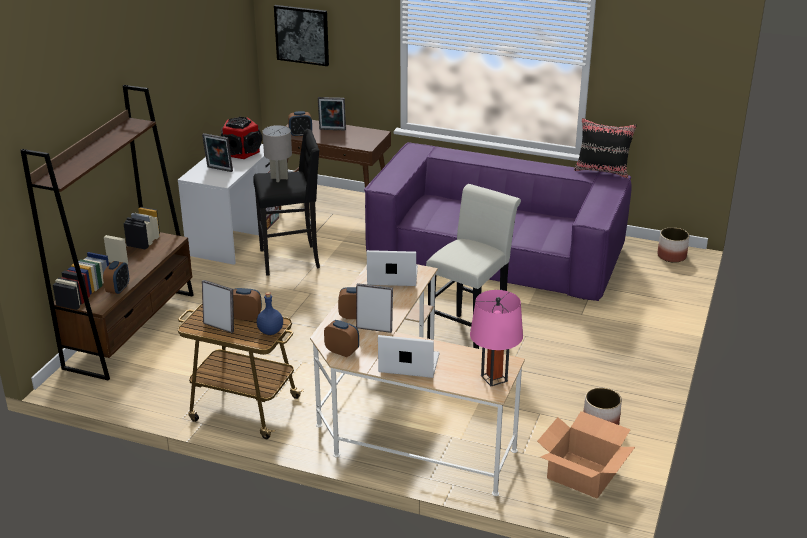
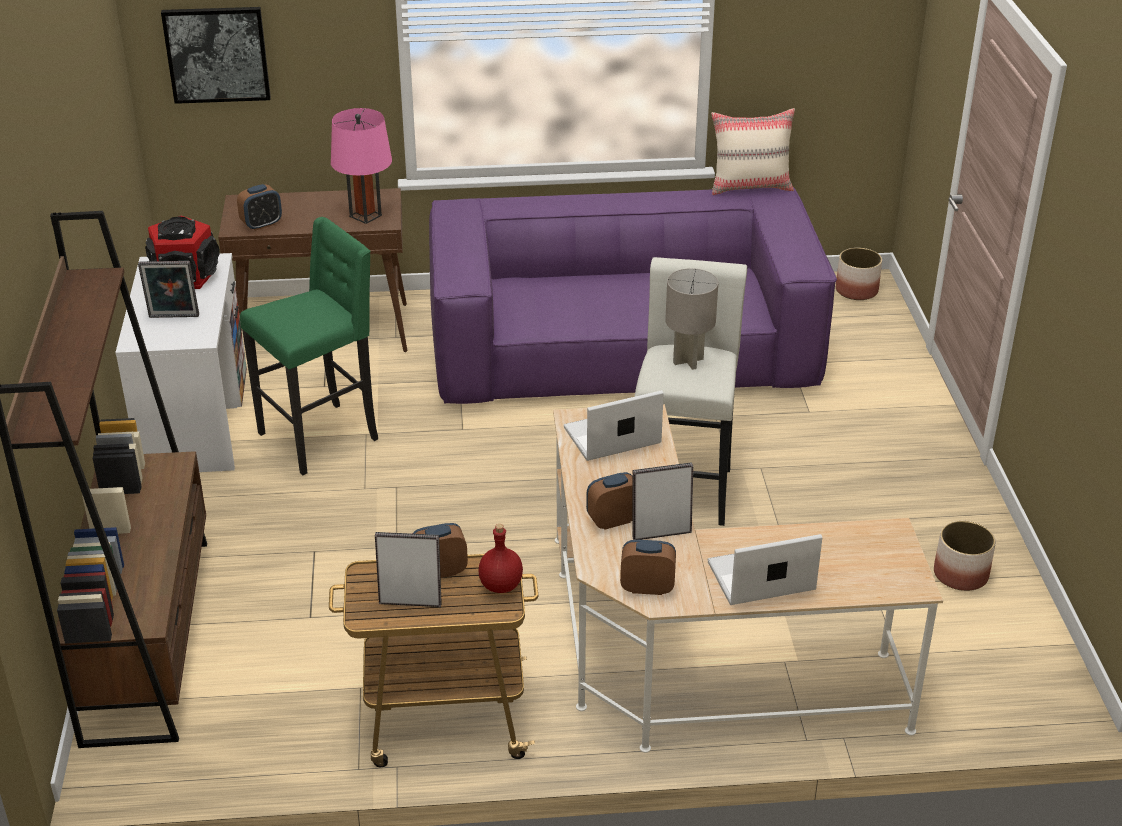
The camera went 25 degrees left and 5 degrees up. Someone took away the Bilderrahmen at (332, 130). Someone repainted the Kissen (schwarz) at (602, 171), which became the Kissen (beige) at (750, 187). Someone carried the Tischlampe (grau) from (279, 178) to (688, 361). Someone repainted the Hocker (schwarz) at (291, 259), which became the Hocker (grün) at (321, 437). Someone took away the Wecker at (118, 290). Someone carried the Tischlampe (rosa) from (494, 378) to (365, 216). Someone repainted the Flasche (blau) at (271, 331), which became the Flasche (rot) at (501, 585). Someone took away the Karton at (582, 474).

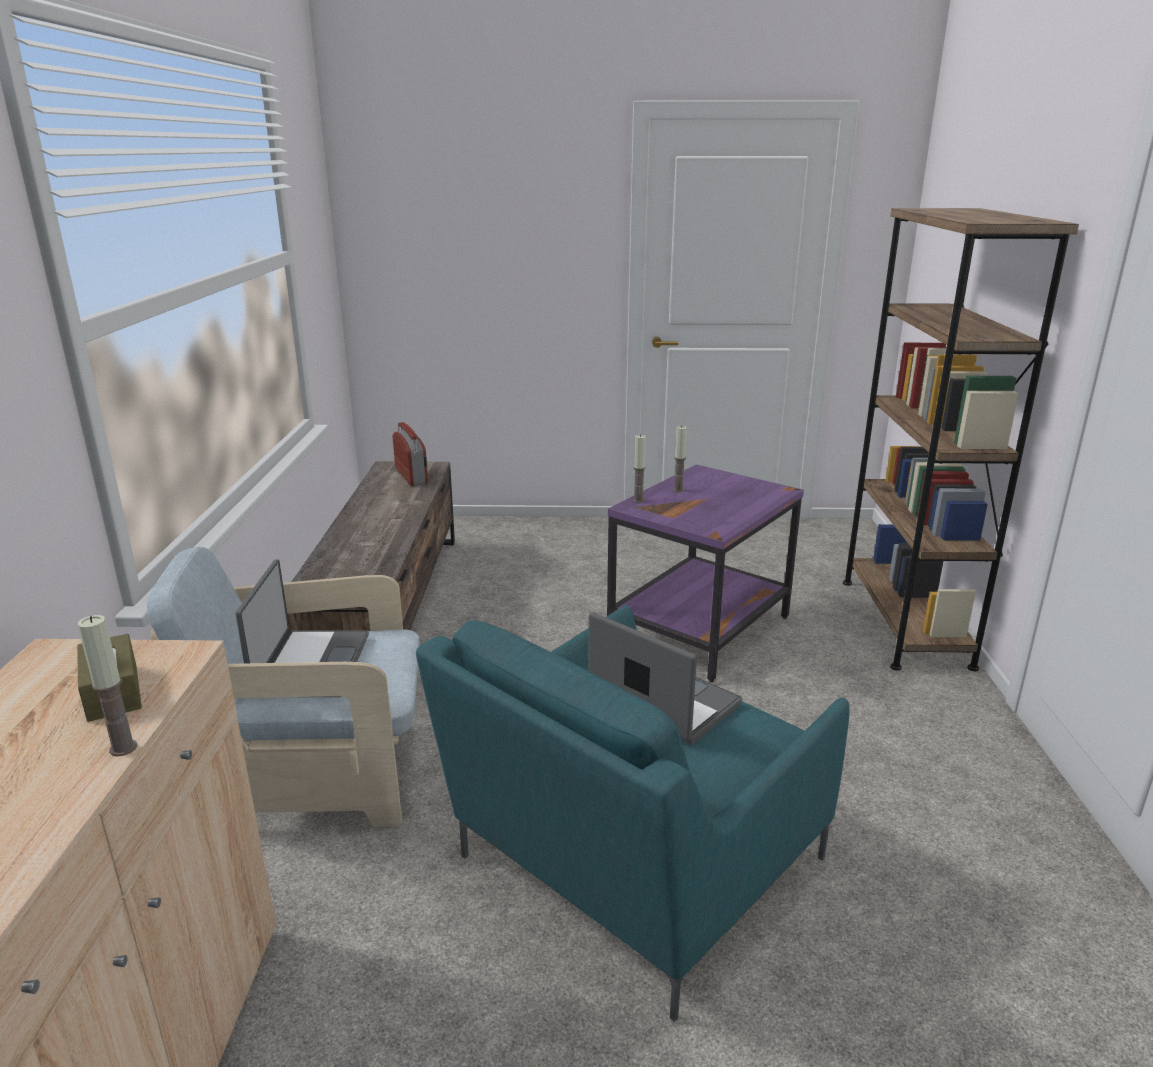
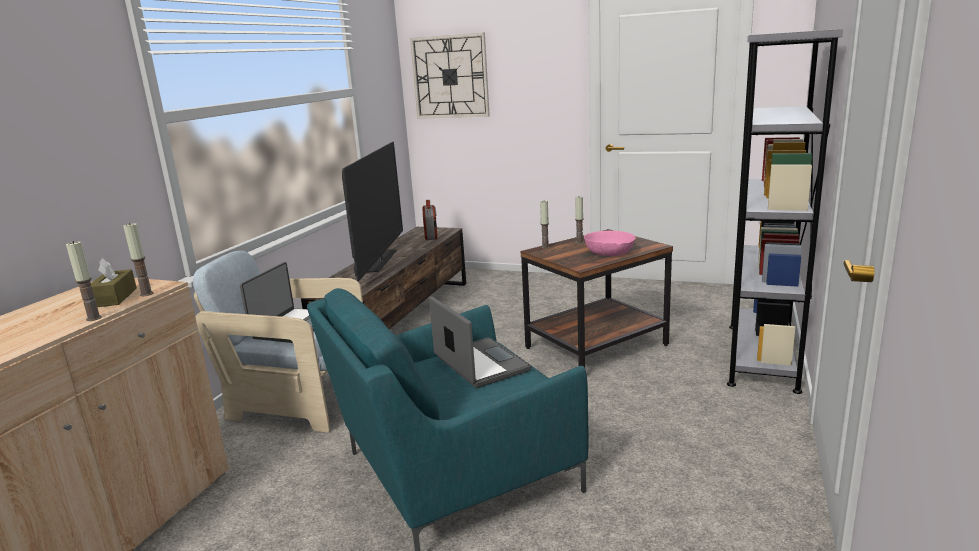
The camera went 20 degrees right and 5 degrees down. Someone repainted the Bücherregal (braun) at (904, 622), which became the Bücherregal (grau) at (761, 356). Someone repainted the Beistelltisch (lila) at (698, 629), which became the Beistelltisch (braun) at (595, 346). Someone put up the Wanduhr at (450, 77). Someone put down the Fernseher at (381, 261). Someone put down the Kerze at (146, 294). Someone put down the Schüssel (rosa) at (609, 252).

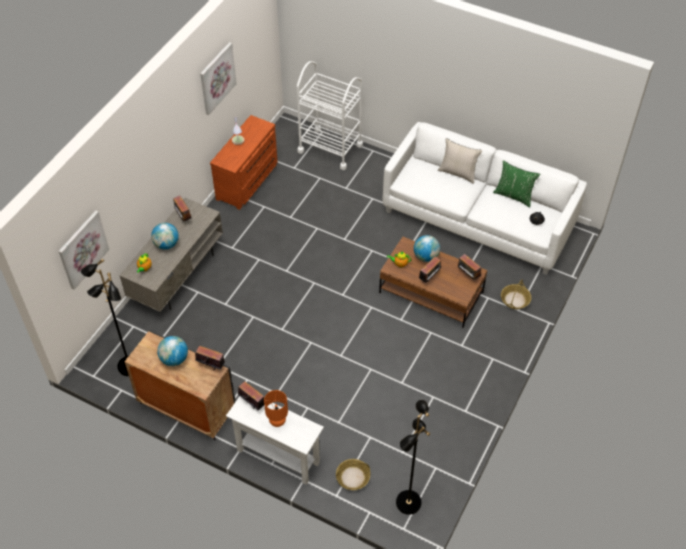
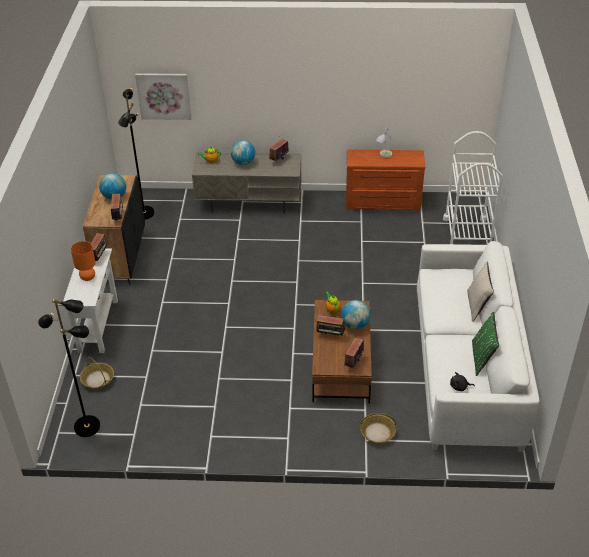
The camera went 65 degrees right and 10 degrees down. Someone took away the Bild at (217, 78).

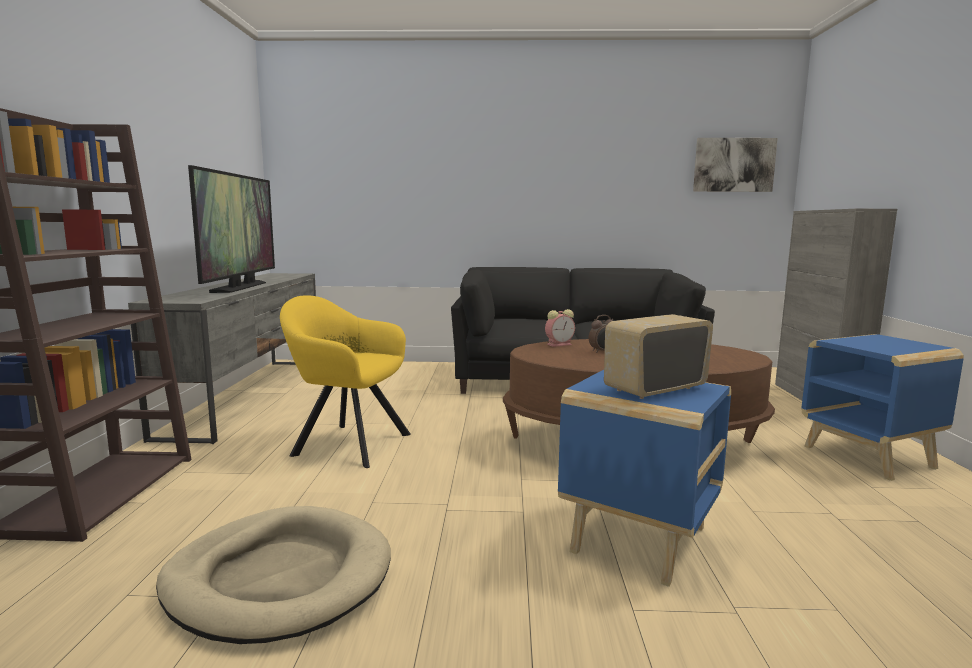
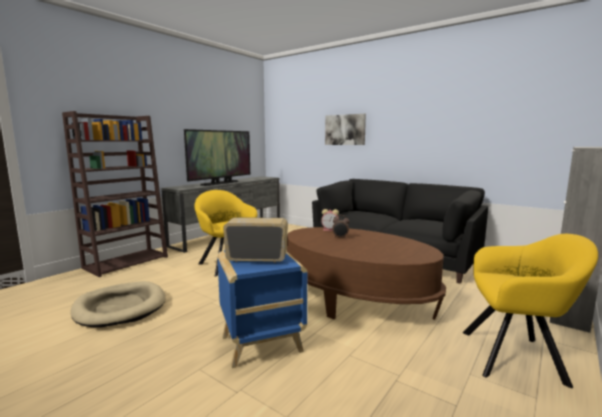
The camera went 35 degrees right and 0 degrees up. Someone carried the Bild from (733, 165) to (345, 129). Someone swapped the Beistelltisch (blau) at (870, 457) for the Sessel (gelb) at (518, 357).

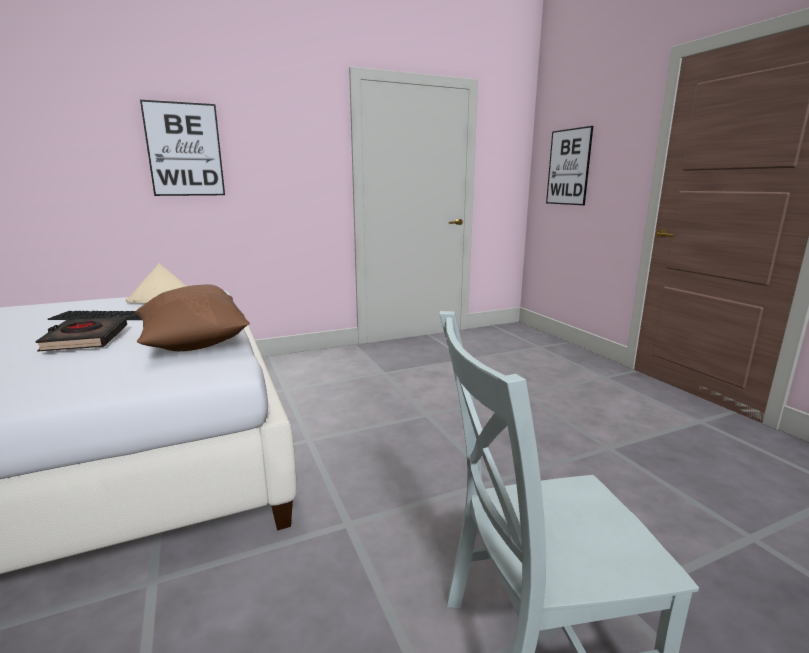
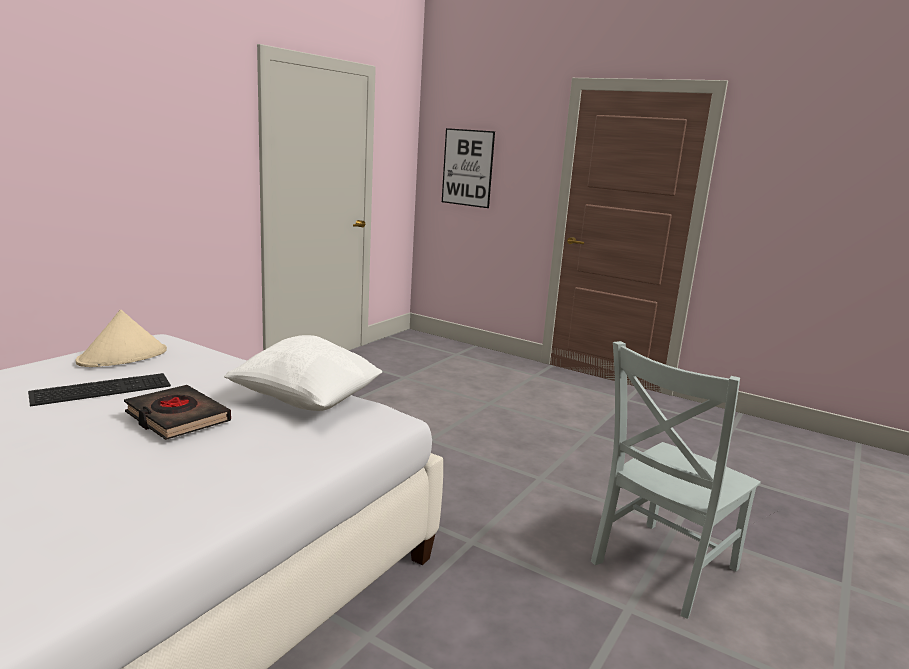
The camera went 35 degrees left and 0 degrees up. Someone took away the Bild at (184, 150). Someone repainted the Kissen (braun) at (194, 344), which became the Kissen (weiß) at (306, 401).

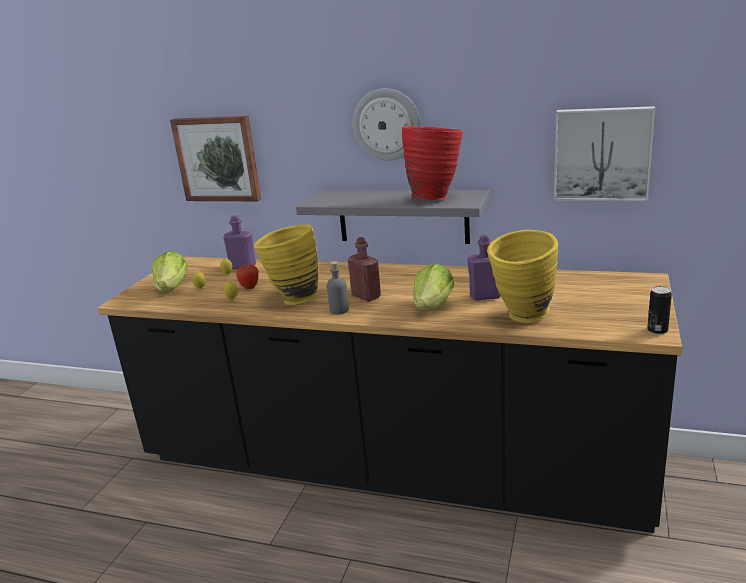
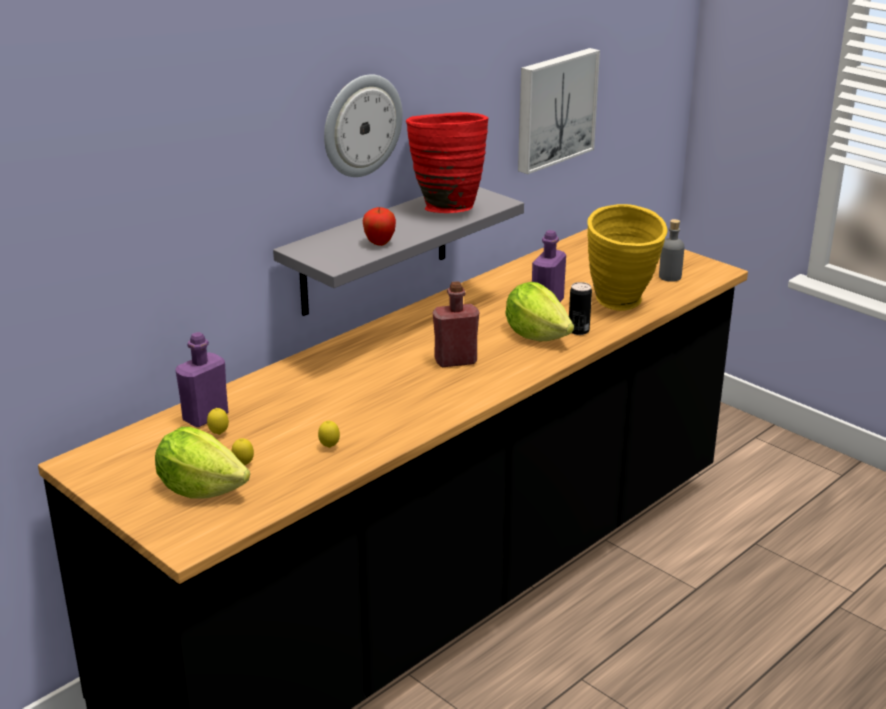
The camera went 65 degrees left and 5 degrees up. Someone took away the Bild at (218, 159). Someone took away the Vase (gelb) at (292, 299). Someone carried the Flasche (grau) from (339, 310) to (670, 277). Someone carried the Apfel from (250, 287) to (379, 243). Someone carried the Dose from (657, 330) to (578, 330).

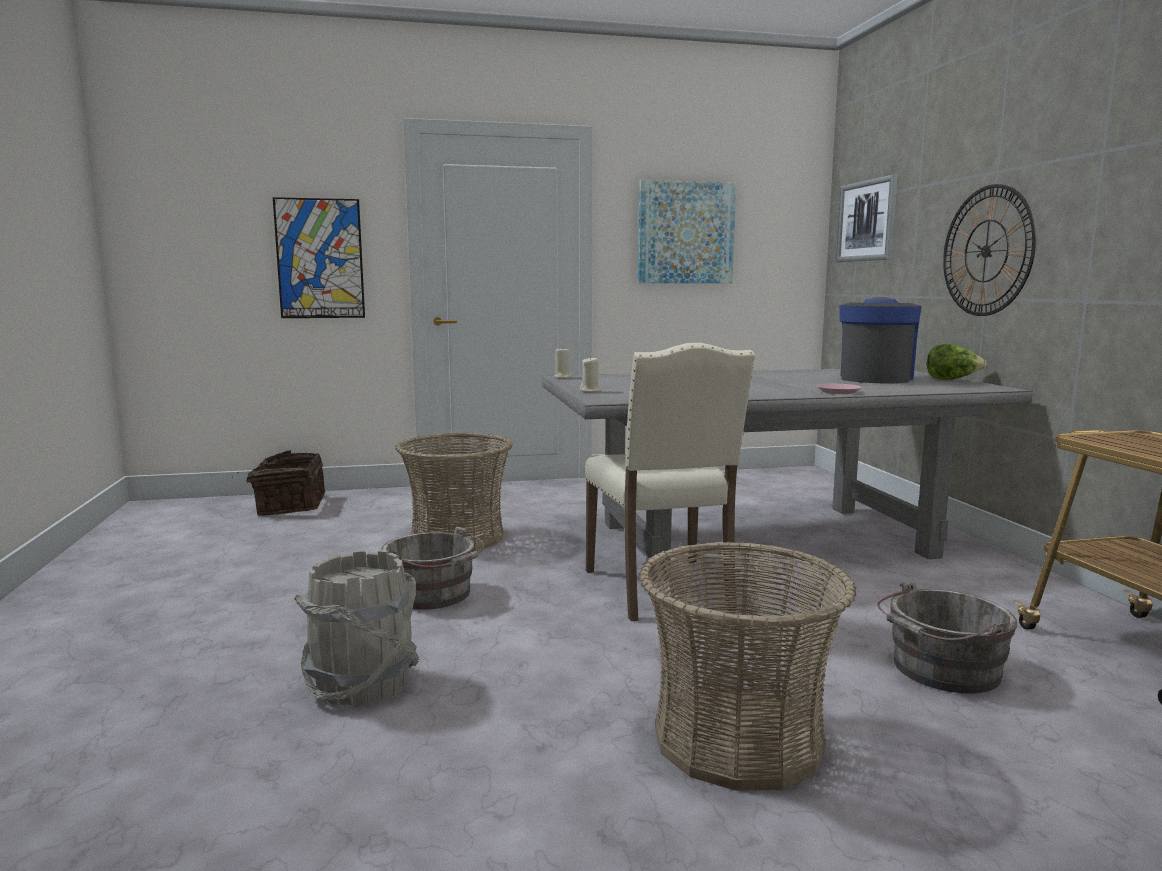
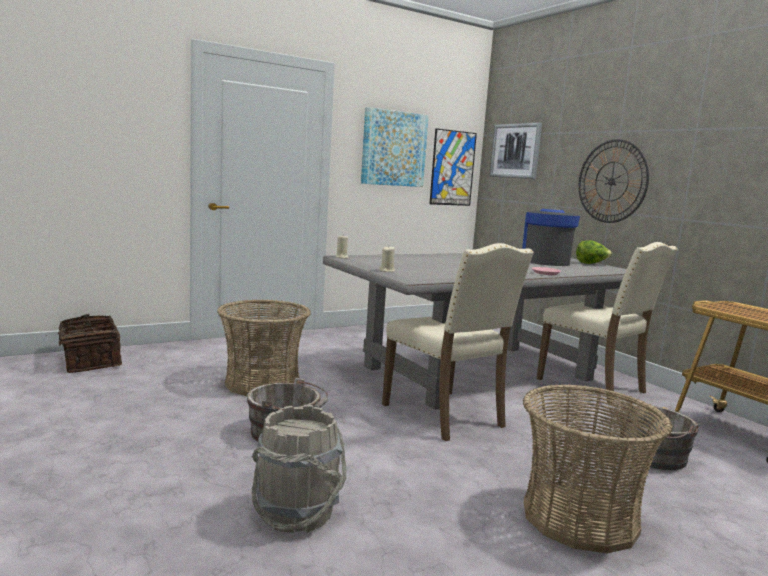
The camera went 20 degrees left and 0 degrees up. Someone carried the Bild from (320, 259) to (452, 168). Someone put down the Stuhl (beige) at (594, 386).

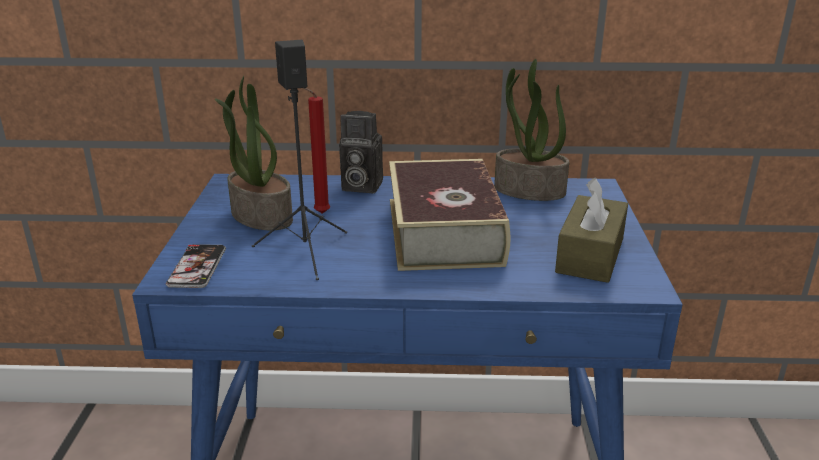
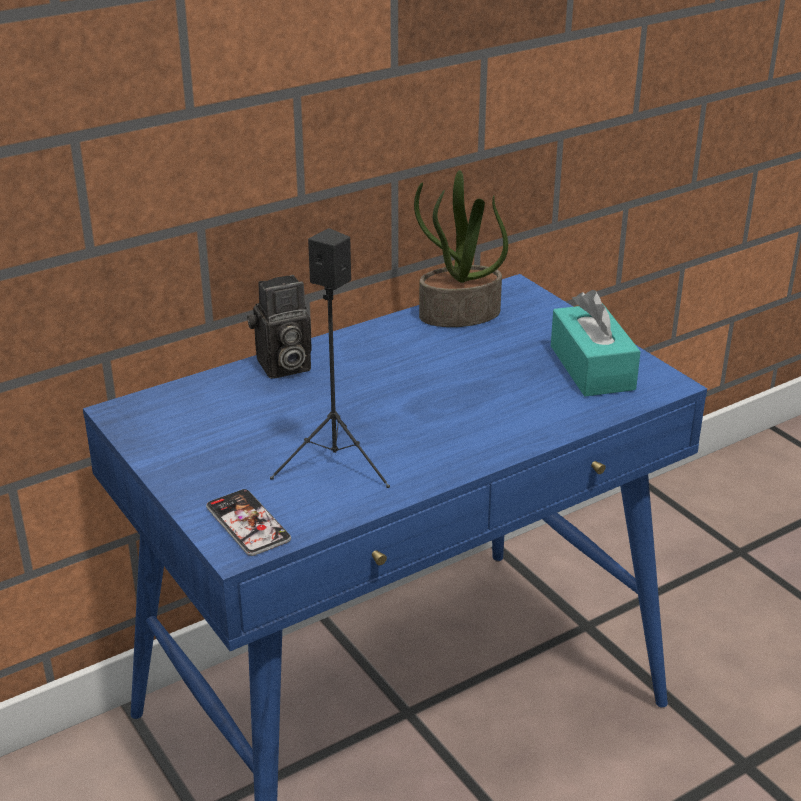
The camera went 35 degrees left and 5 degrees up. Someone took away the Topfpflanze at (260, 216). Someone took away the Kerze (rot) at (319, 213). Someone took away the Buch at (444, 231). Someone repainted the Taschentuchbox (braun) at (590, 255), which became the Taschentuchbox (türkis) at (592, 368).

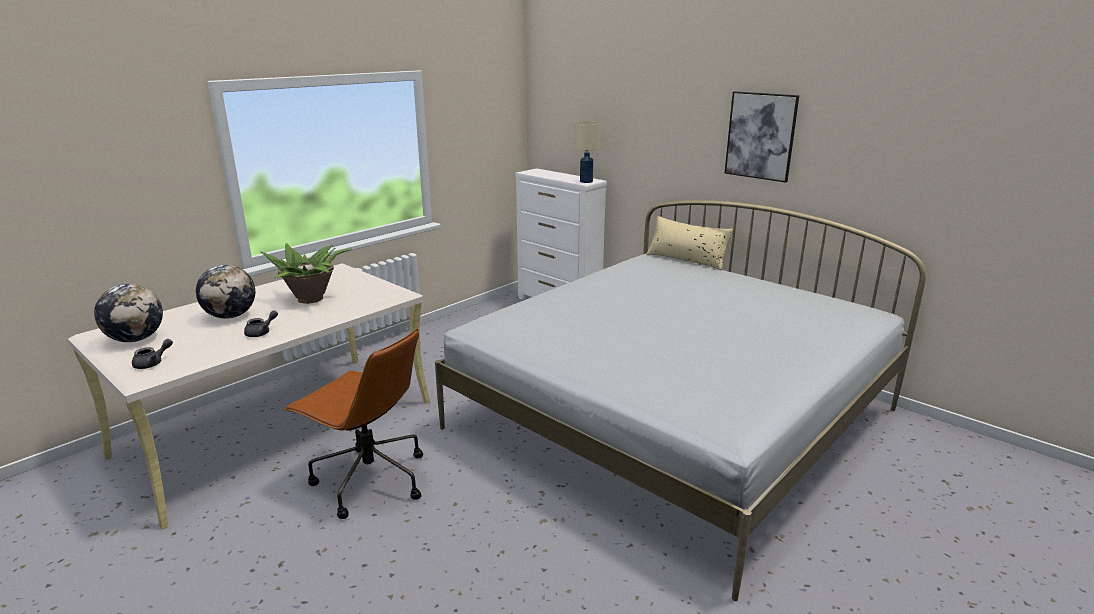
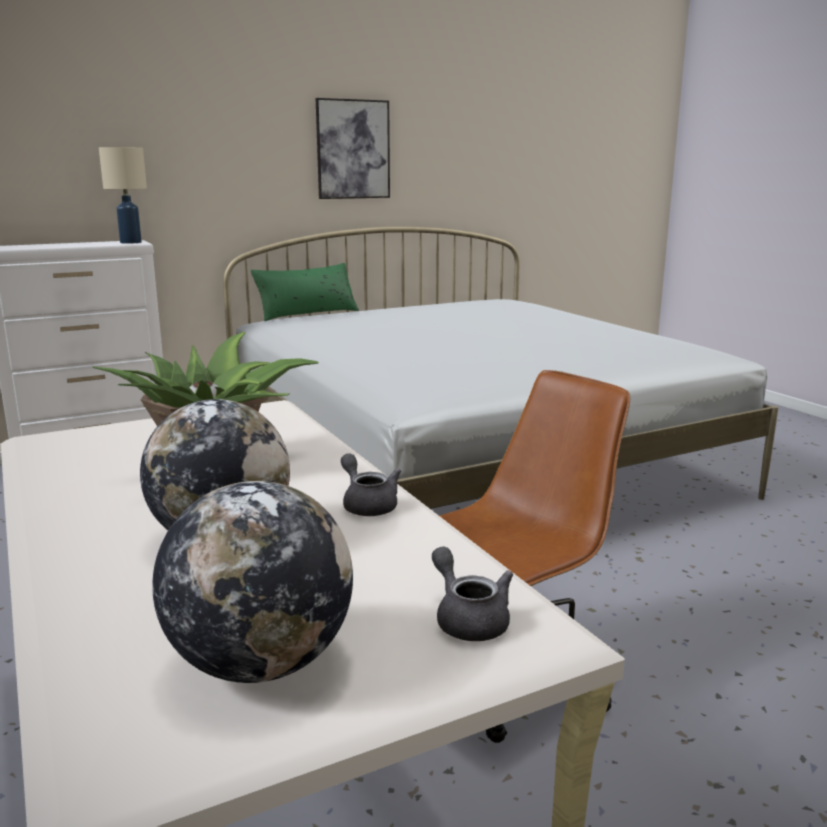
The camera went 70 degrees left and 5 degrees down. Someone repainted the Kissen (beige) at (687, 259), which became the Kissen (grün) at (307, 314).

